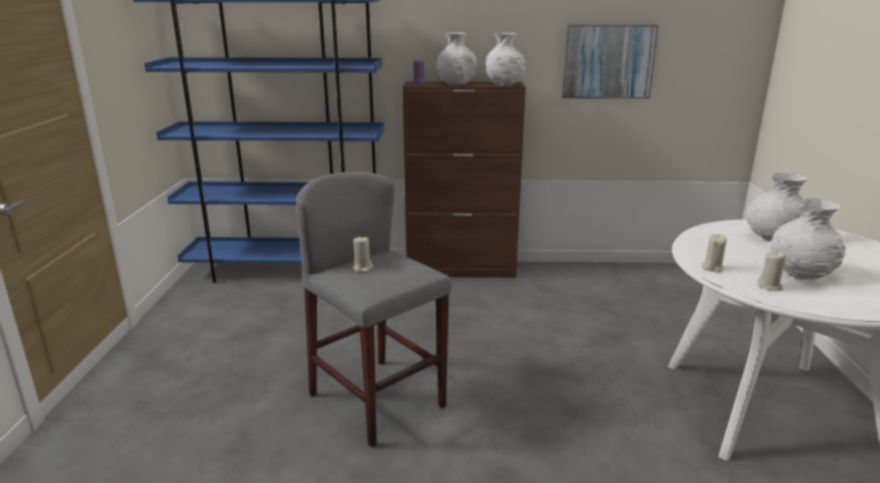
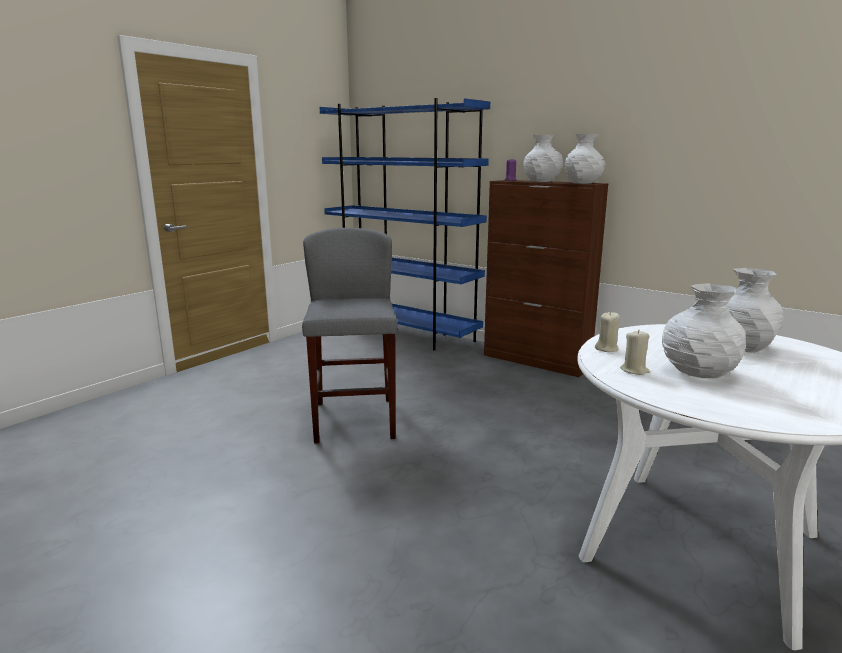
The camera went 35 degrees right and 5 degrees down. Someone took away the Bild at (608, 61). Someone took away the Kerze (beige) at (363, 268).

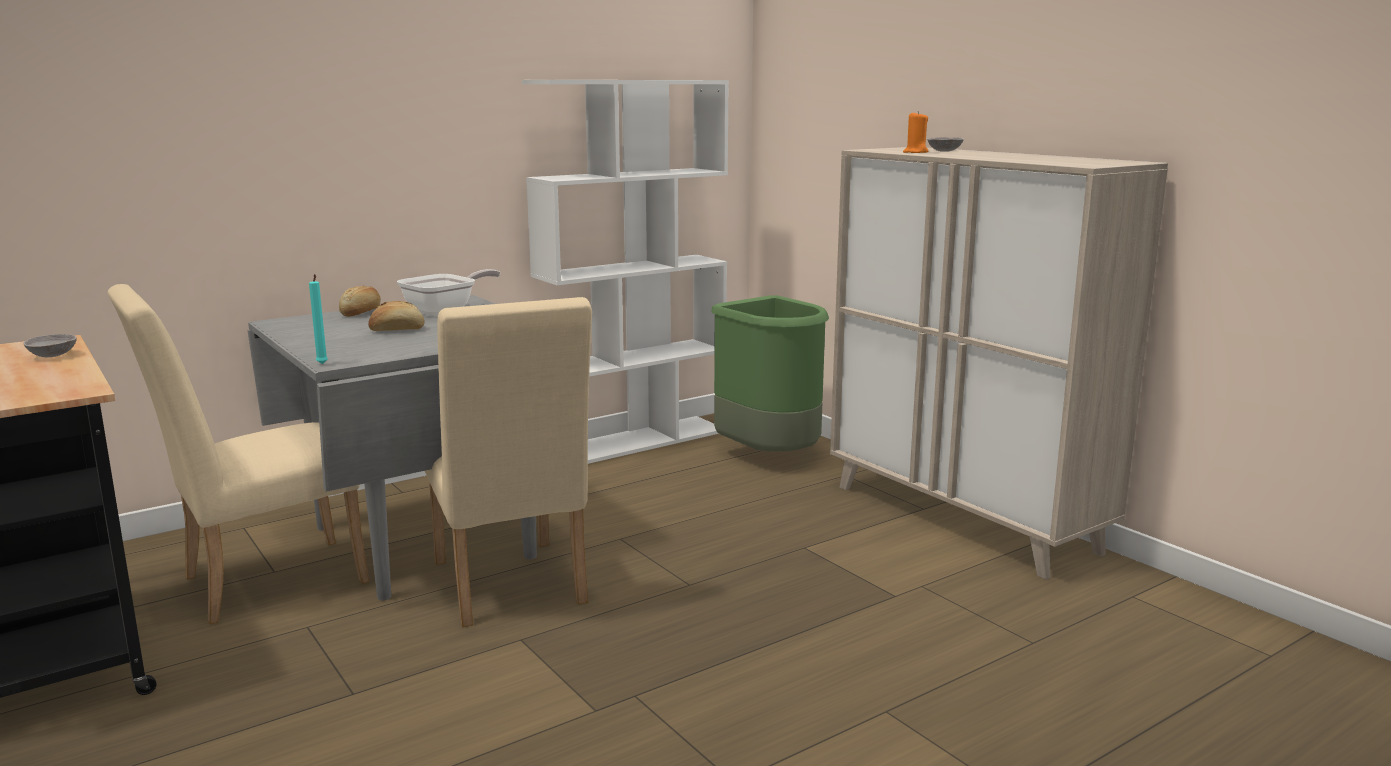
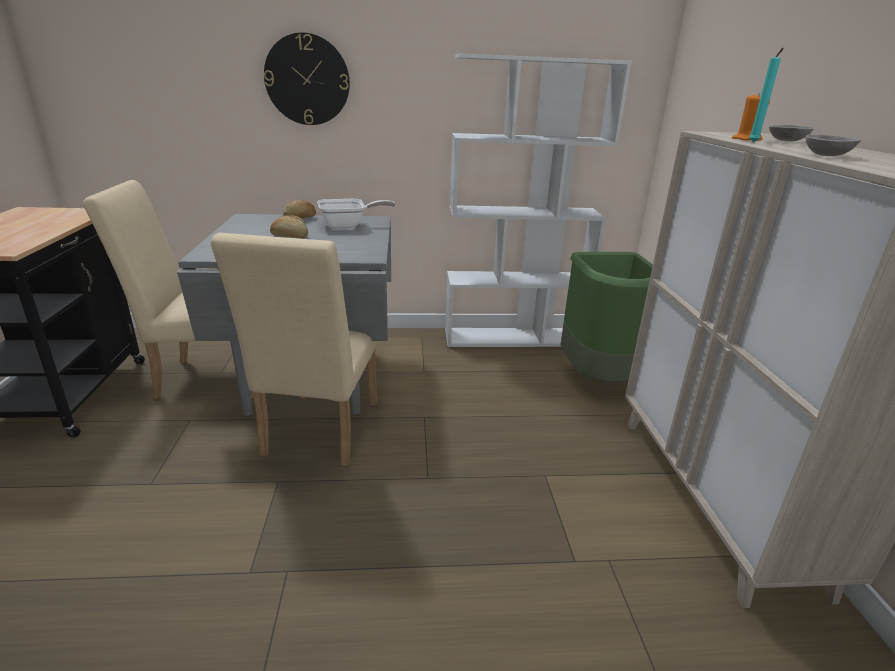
The camera went 30 degrees right and 10 degrees up. Someone carried the Kerze (türkis) from (322, 364) to (753, 142). Someone carried the Schüssel (grau) from (52, 356) to (826, 155). Someone put up the Wanduhr at (307, 80).

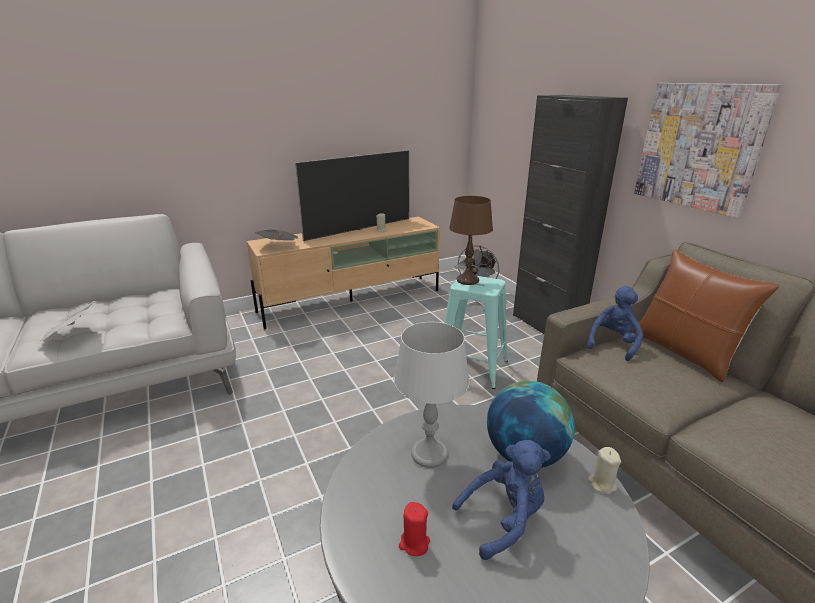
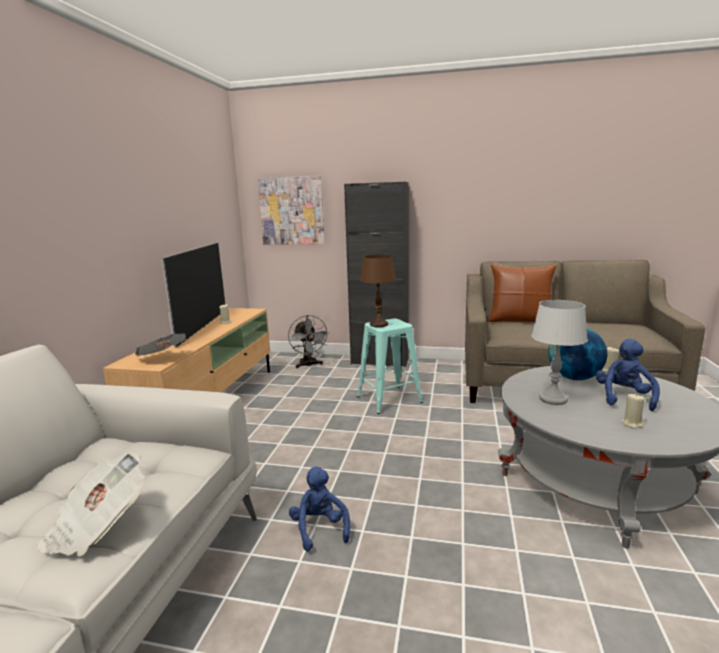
The camera went 50 degrees left and 10 degrees down. Someone carried the Bild from (699, 146) to (292, 211). Someone carried the Plüschtier (blau) from (612, 343) to (319, 529). Someone repainted the Kerze (rot) at (414, 543), which became the Kerze (beige) at (632, 424).

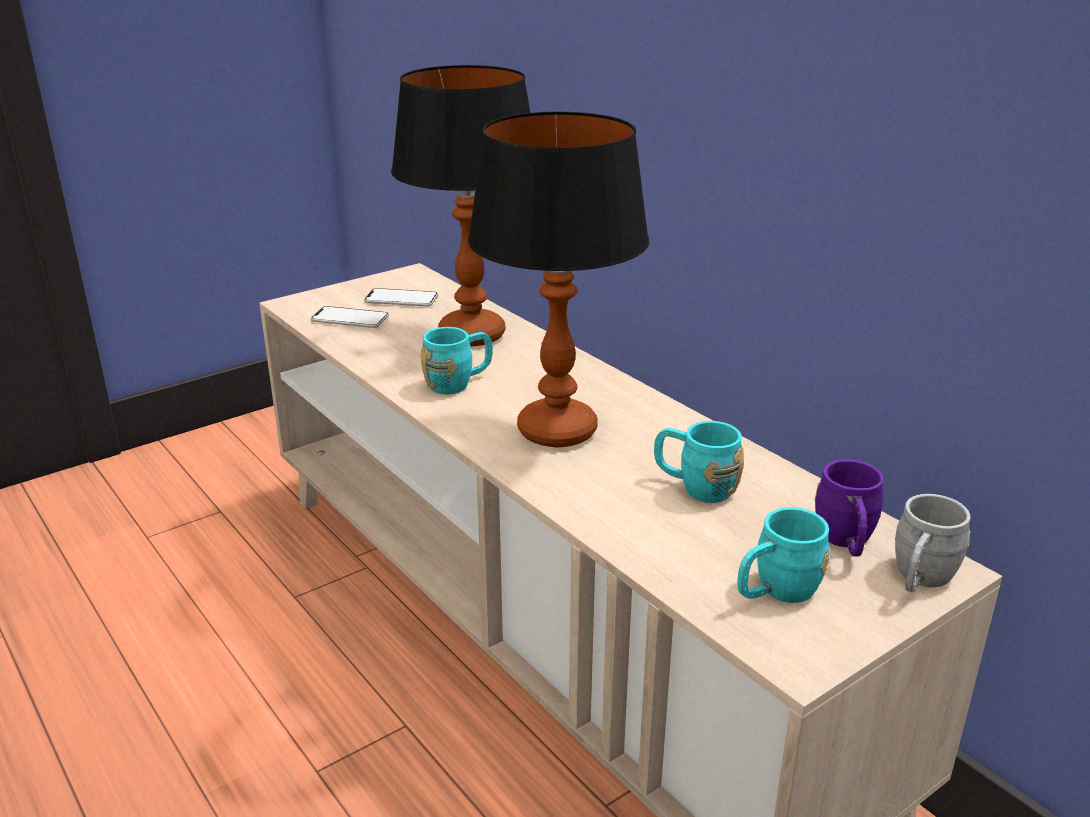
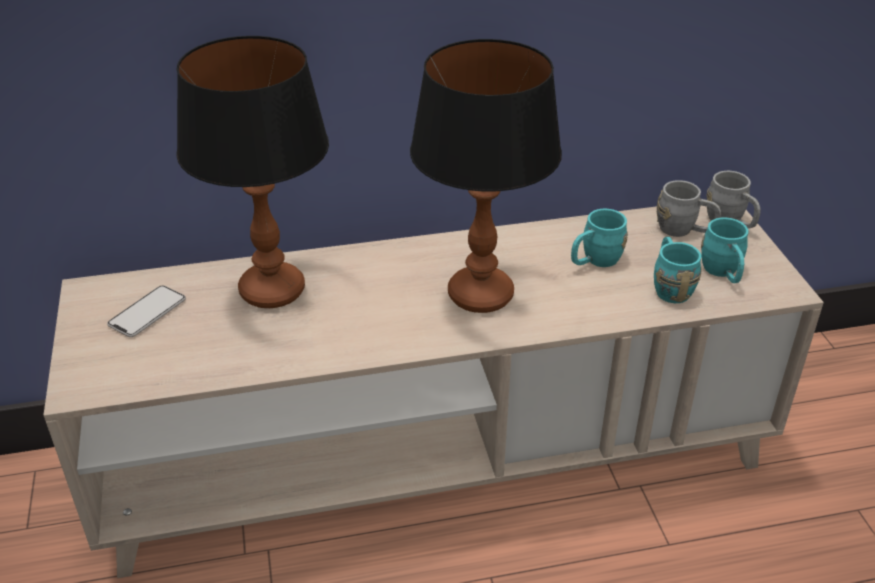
The camera went 65 degrees left and 10 degrees up. Someone took away the Handy at (350, 319). Someone carried the Henkelbecher (türkis) from (458, 383) to (669, 286). Someone repainted the Henkelbecher (lila) at (846, 542), which became the Henkelbecher (grau) at (684, 230).

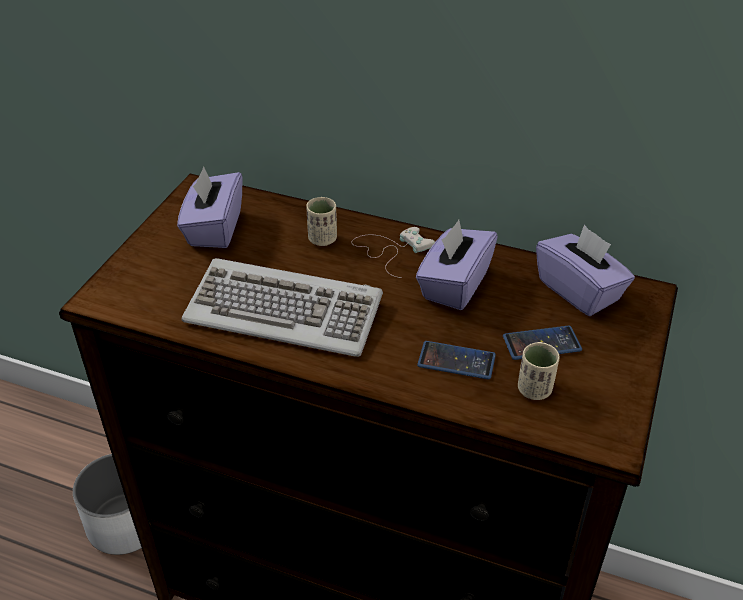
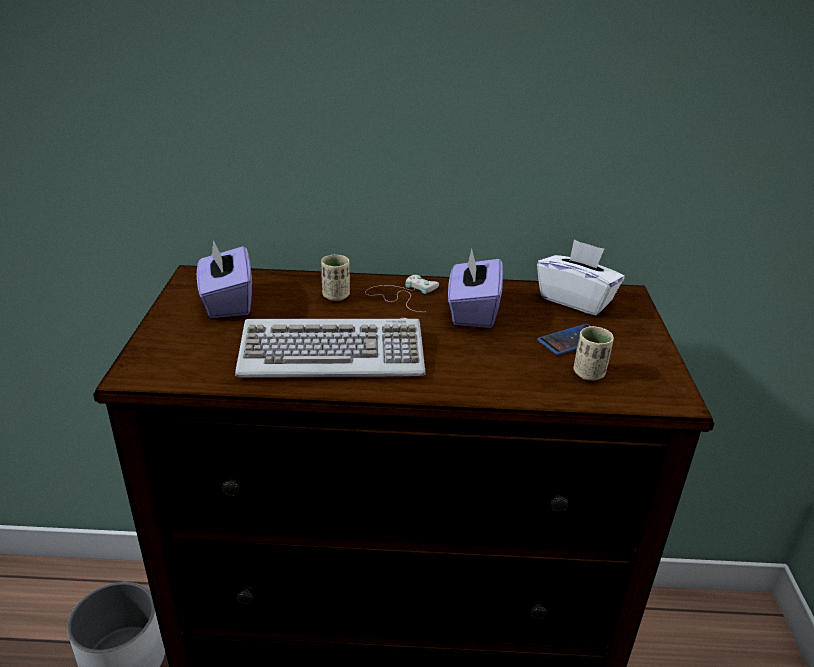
The camera went 20 degrees left and 10 degrees down. Someone repainted the Taschentuchbox (lila) at (579, 290), which became the Taschentuchbox (weiß) at (576, 300). Someone took away the Handy at (456, 361).

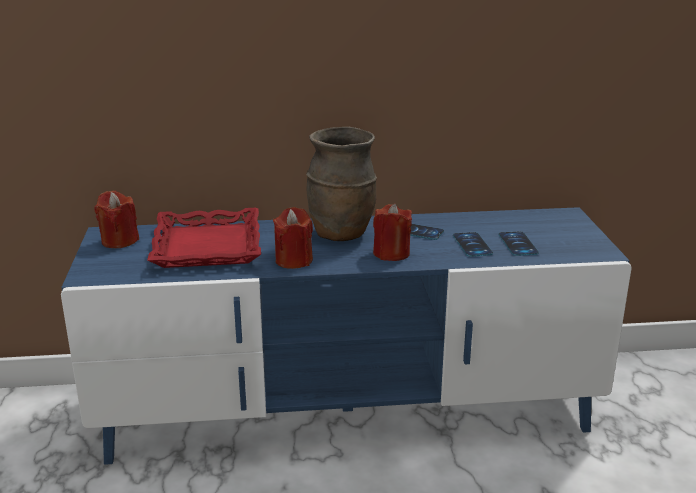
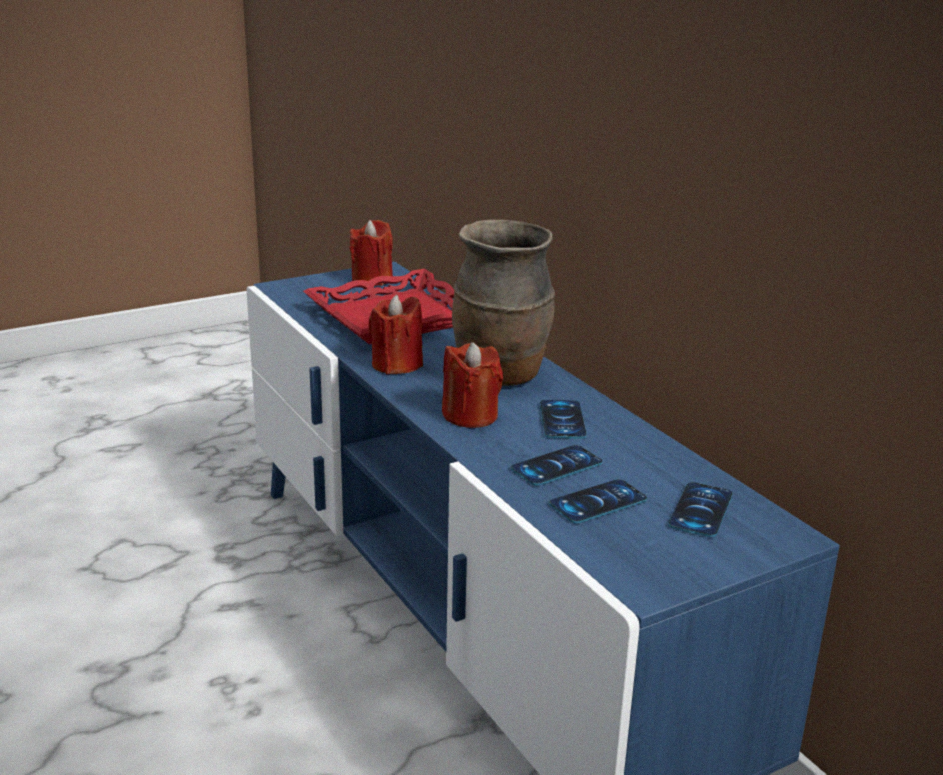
The camera went 65 degrees right and 0 degrees up. Someone put down the Handy at (701, 510).

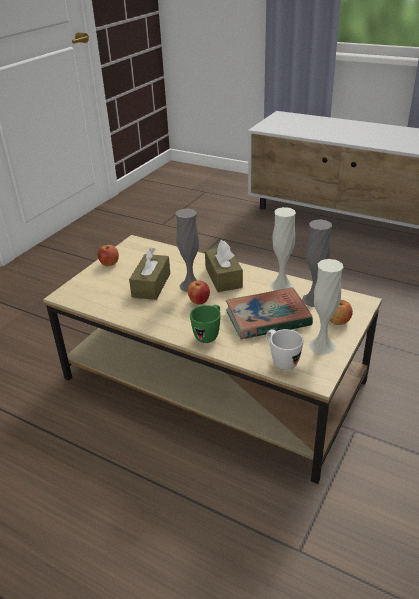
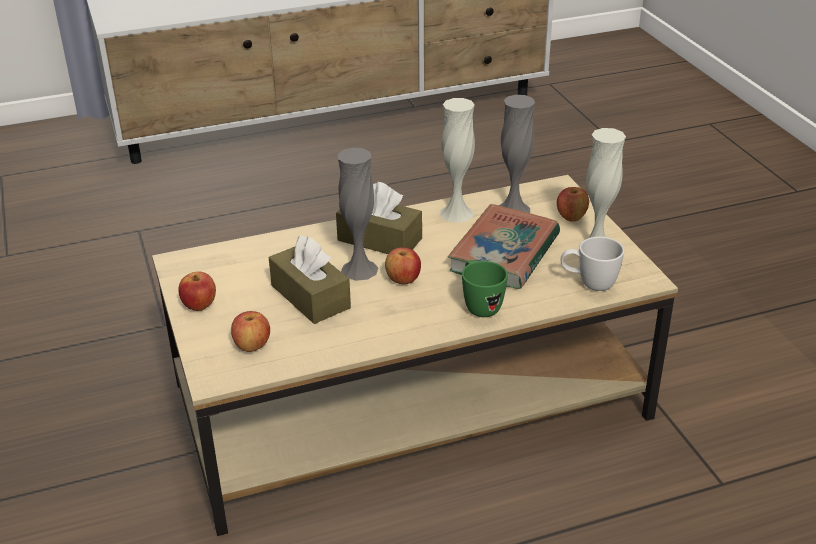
The camera went 50 degrees left and 0 degrees up. Someone put down the Apfel at (252, 346).

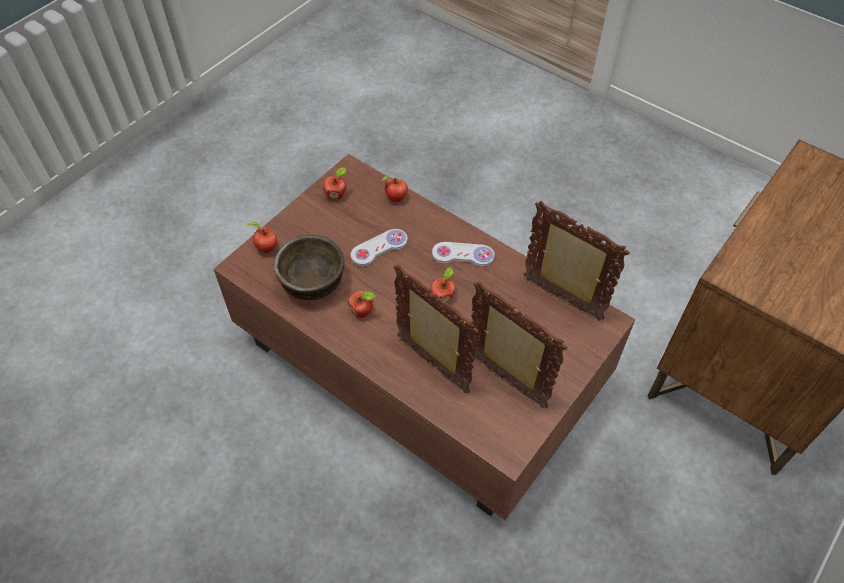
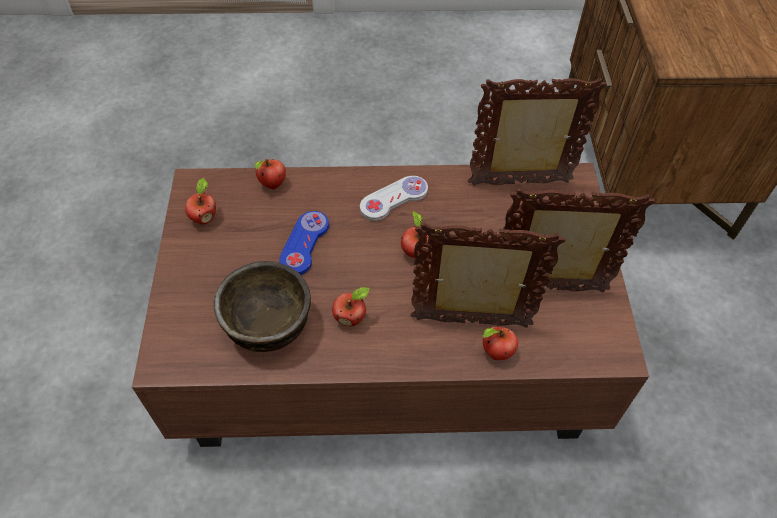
The camera went 40 degrees left and 0 degrees up. Someone carried the Apfel from (266, 249) to (496, 353). Someone repainted the Gamepad (weiß) at (379, 248), which became the Gamepad (blau) at (304, 244).

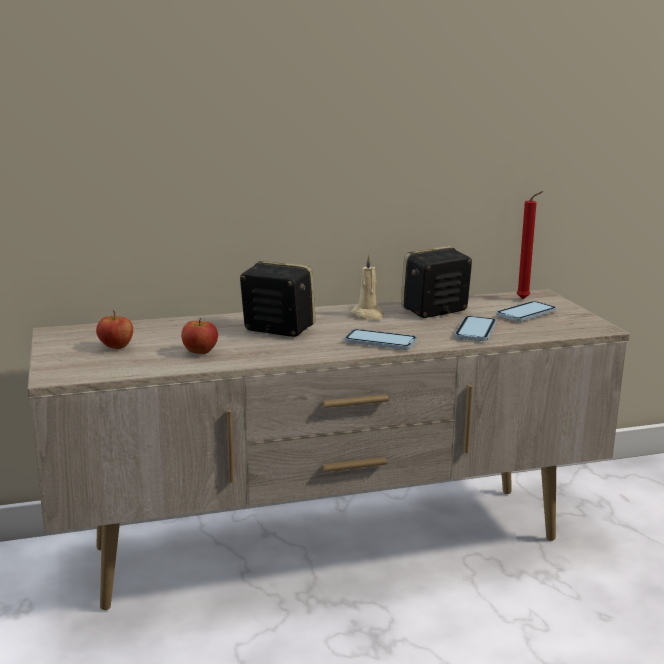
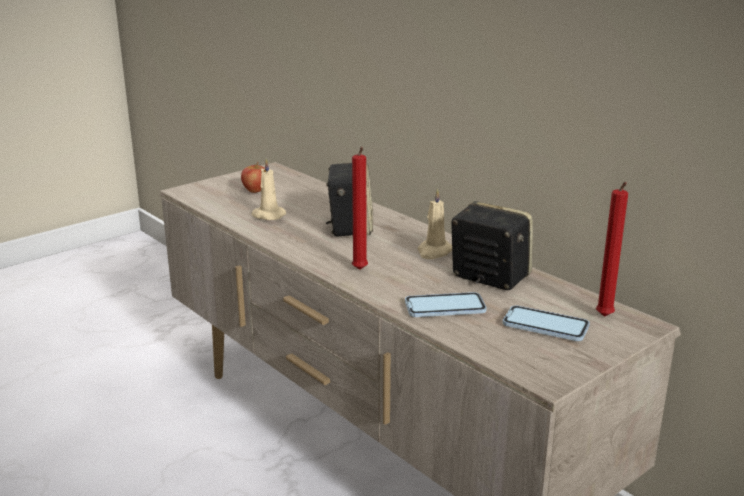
The camera went 65 degrees right and 5 degrees up. Someone swapped the Apfel at (200, 352) for the Kerze (beige) at (267, 215). Someone swapped the Handy at (380, 342) for the Kerze (rot) at (360, 271).

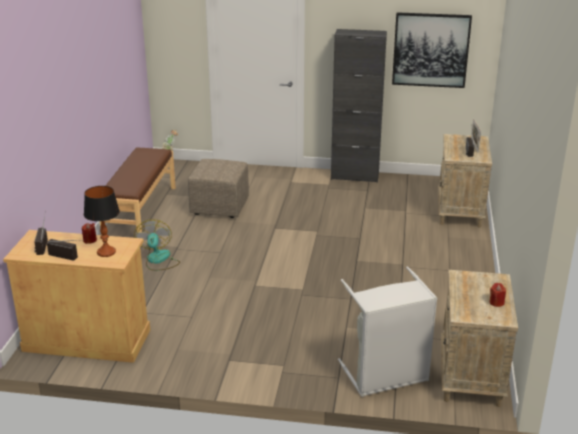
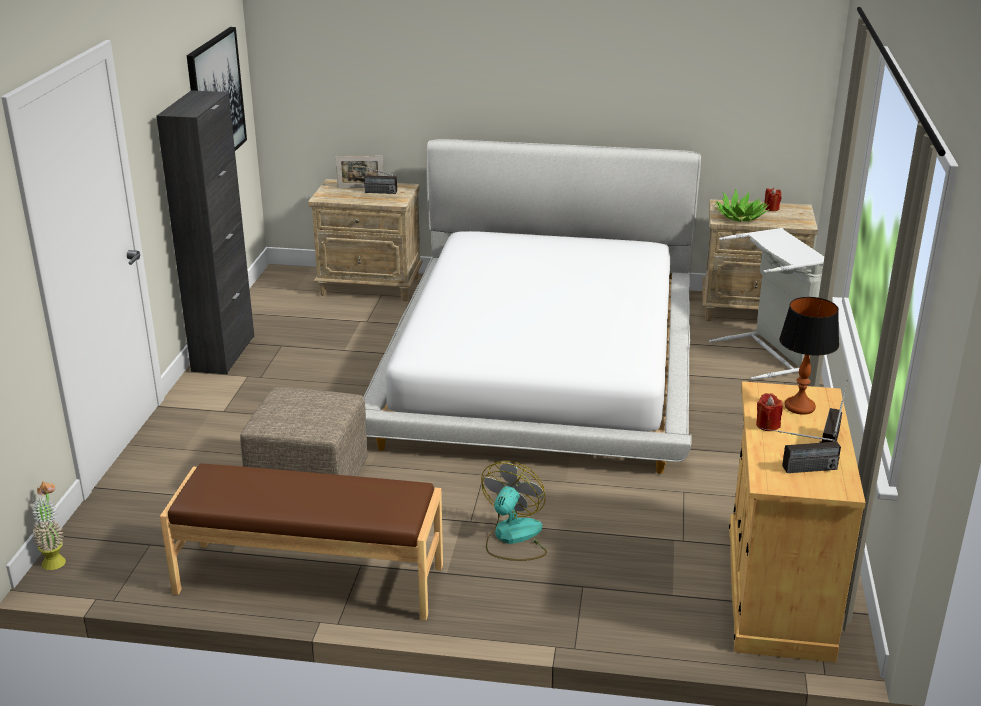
The camera went 90 degrees left and 0 degrees up. Someone rotated the Ventilator at (158, 260) by 120 degrees clockwise. Someone put down the Bett (weiß) at (541, 362). Someone put down the Topfpflanze at (740, 217).

